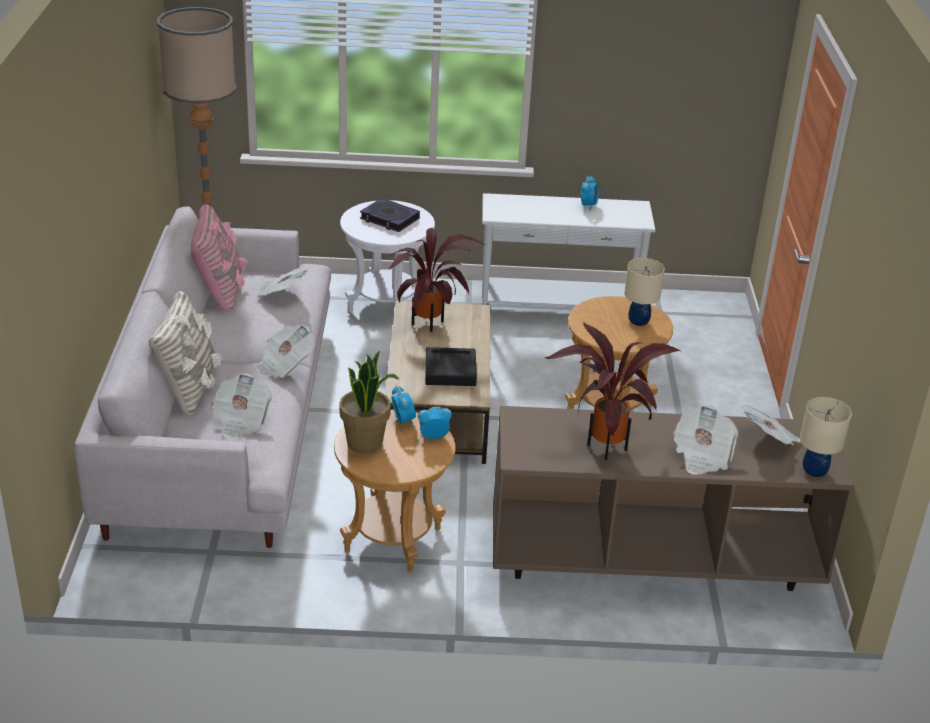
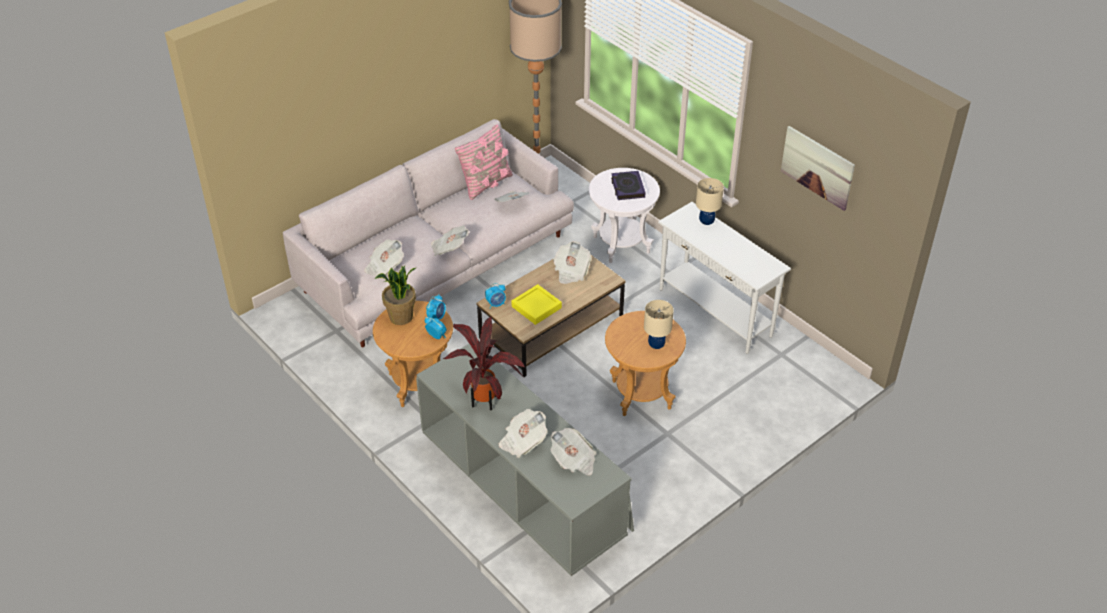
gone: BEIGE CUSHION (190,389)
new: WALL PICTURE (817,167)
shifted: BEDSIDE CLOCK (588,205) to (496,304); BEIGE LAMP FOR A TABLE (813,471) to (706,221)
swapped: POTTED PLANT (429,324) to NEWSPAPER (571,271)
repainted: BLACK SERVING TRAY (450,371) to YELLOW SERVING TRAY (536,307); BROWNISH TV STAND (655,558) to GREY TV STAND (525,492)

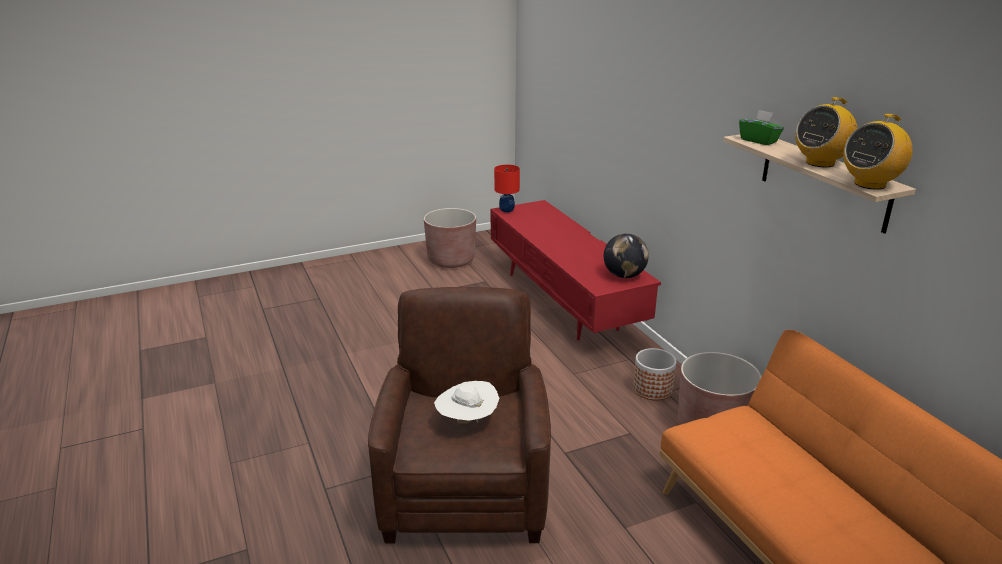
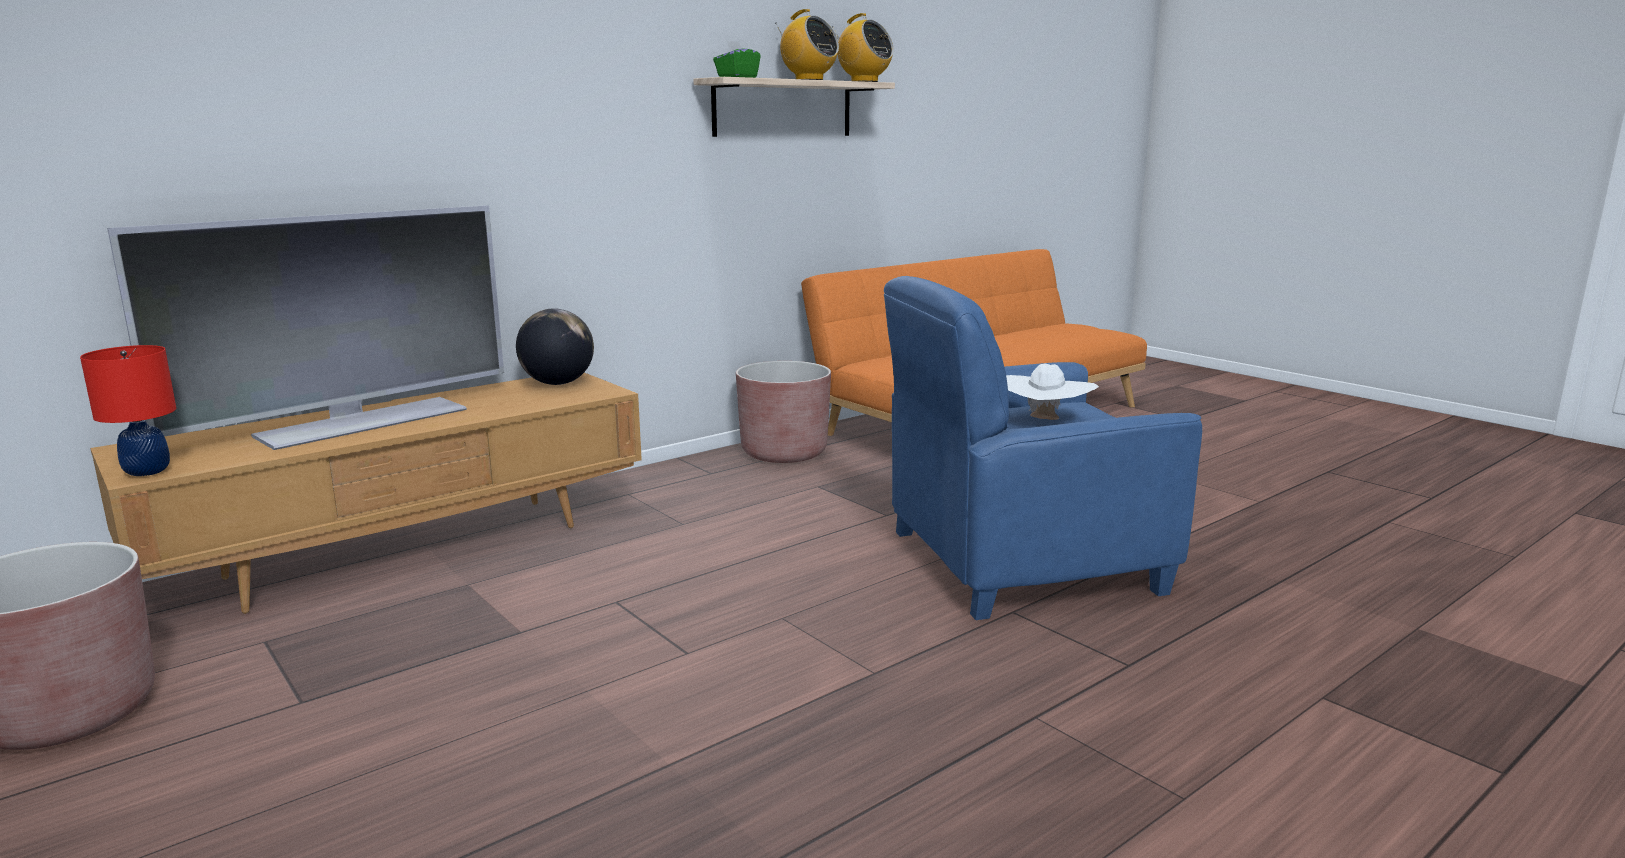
gone: FLOWER POT (652,389)
new: TV (361,422)
repainted: RED-COLOURED TV STAND (565,300) to BEIGE TV STAND (405,549); BROWNISH ARMCHAIR (465,491) to BLUISH ARMCHAIR (1019,561)

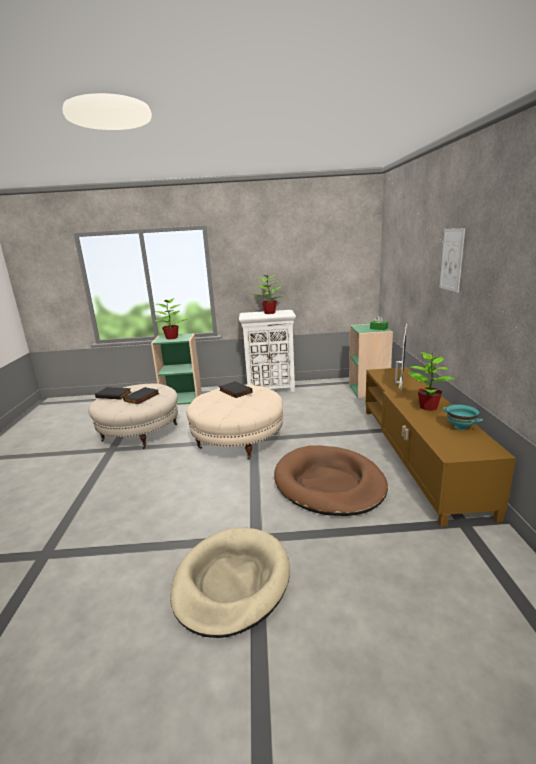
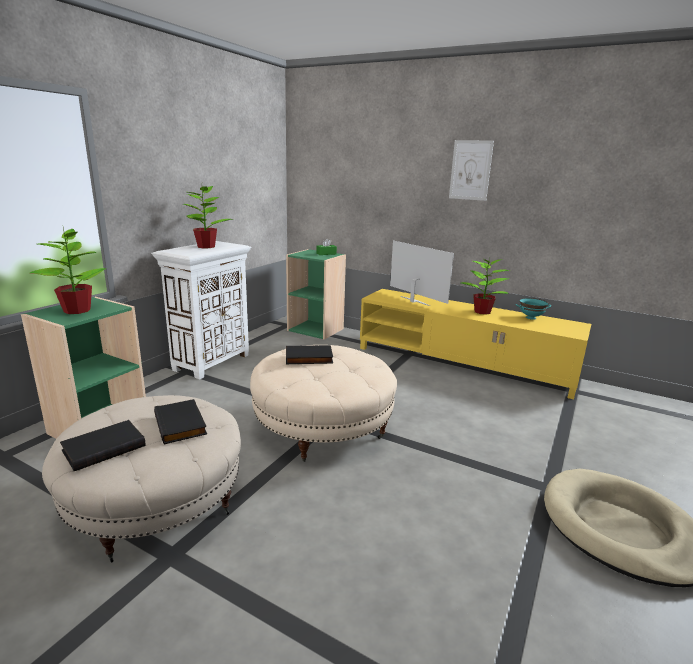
gone: BROWNISH DOG CUSHION (329,484)
repainted: BROWNISH TV STAND (417,454) to YELLOW TV STAND (464,363)

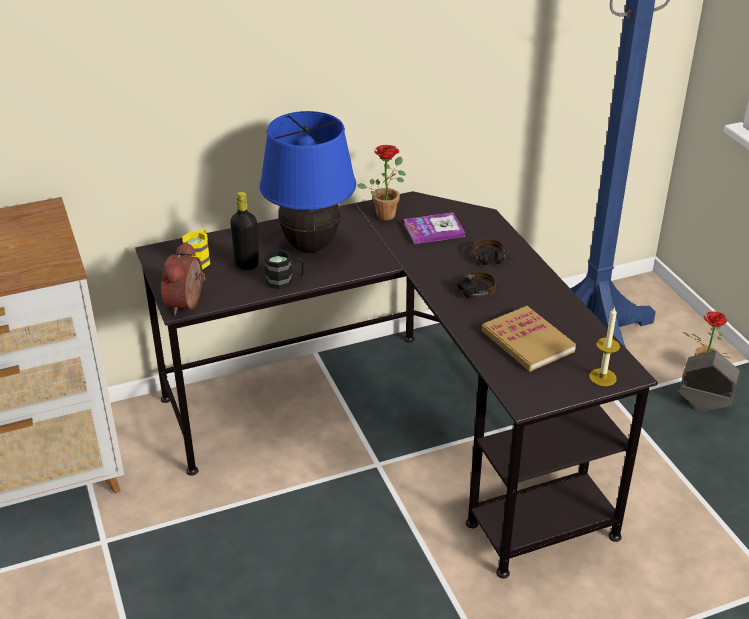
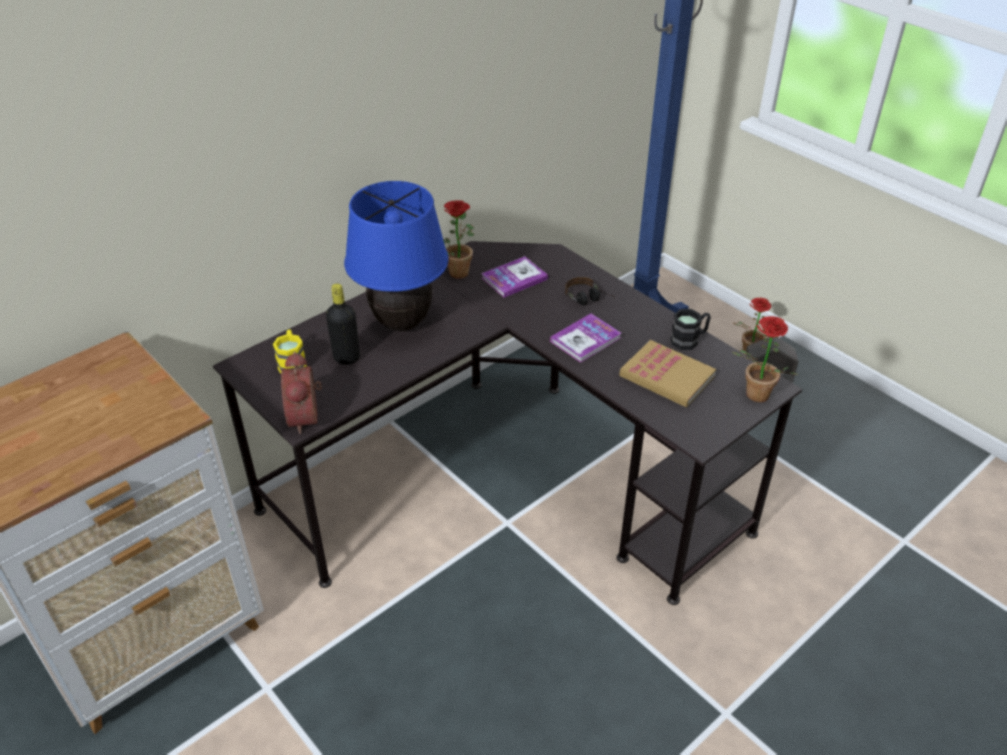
shifted: BLACK TEA MUG (285,281) to (689,340)
swapped: HEADSET (469,294) to BOOK (585,339); WAX CANDLE (602,377) to POTTED PLANT (753,396)

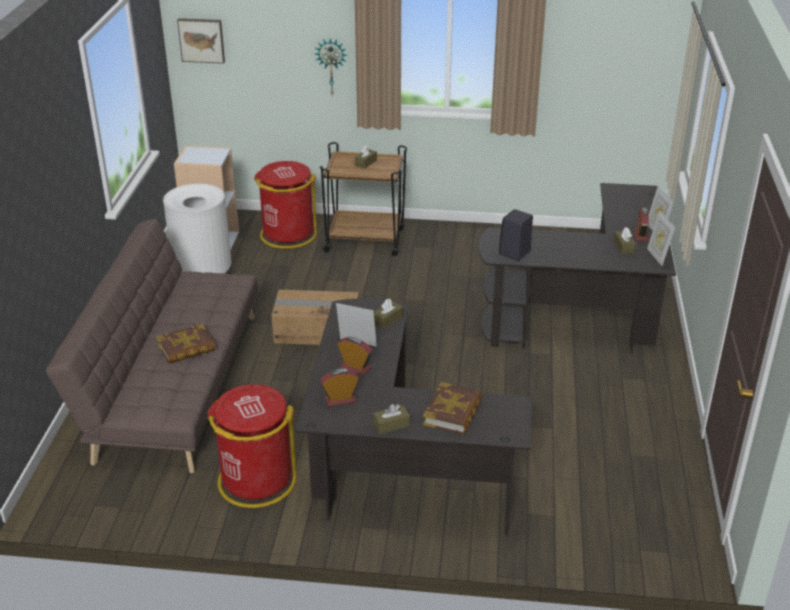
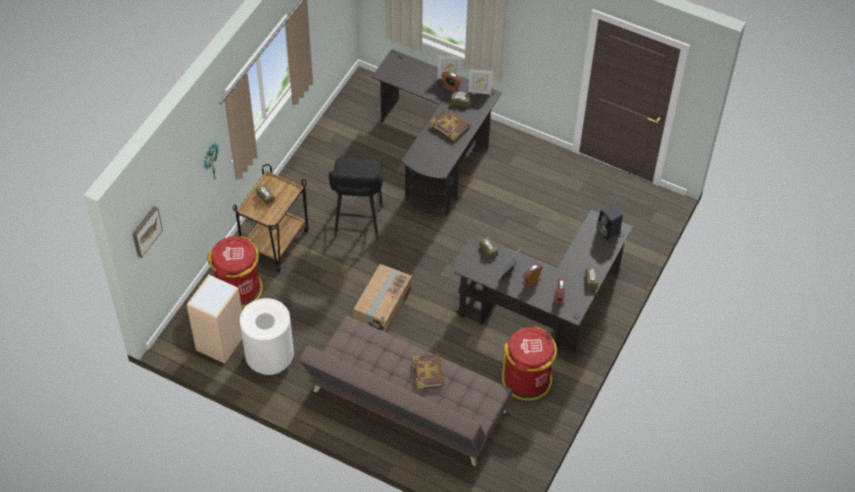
new: BLACK STOOL (358,223)
shifted: BLACK SPEAKER (514,253) to (608,231); BOOK (453,412) to (450,126)

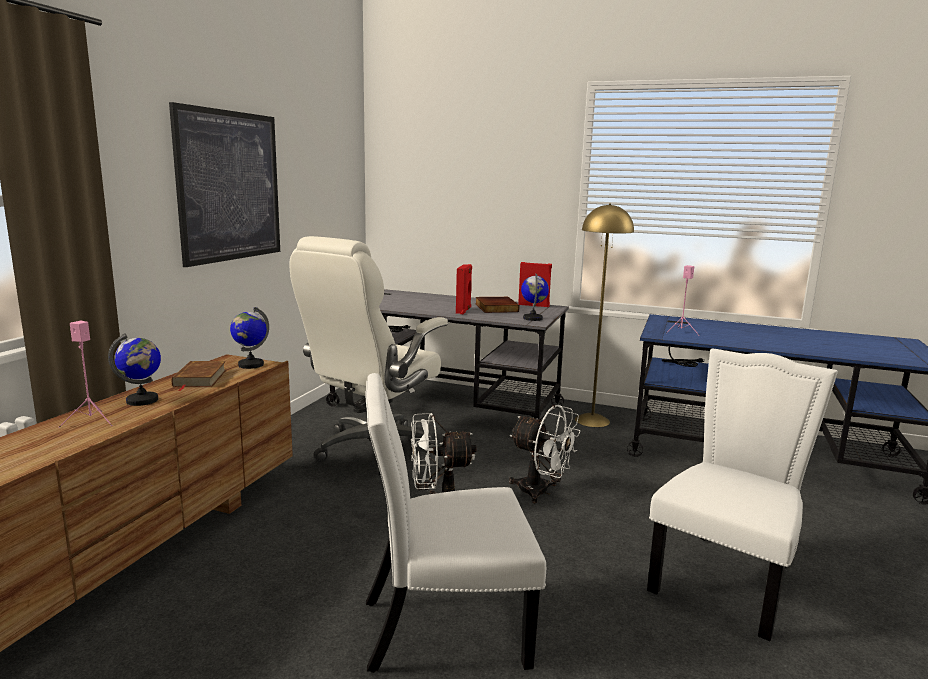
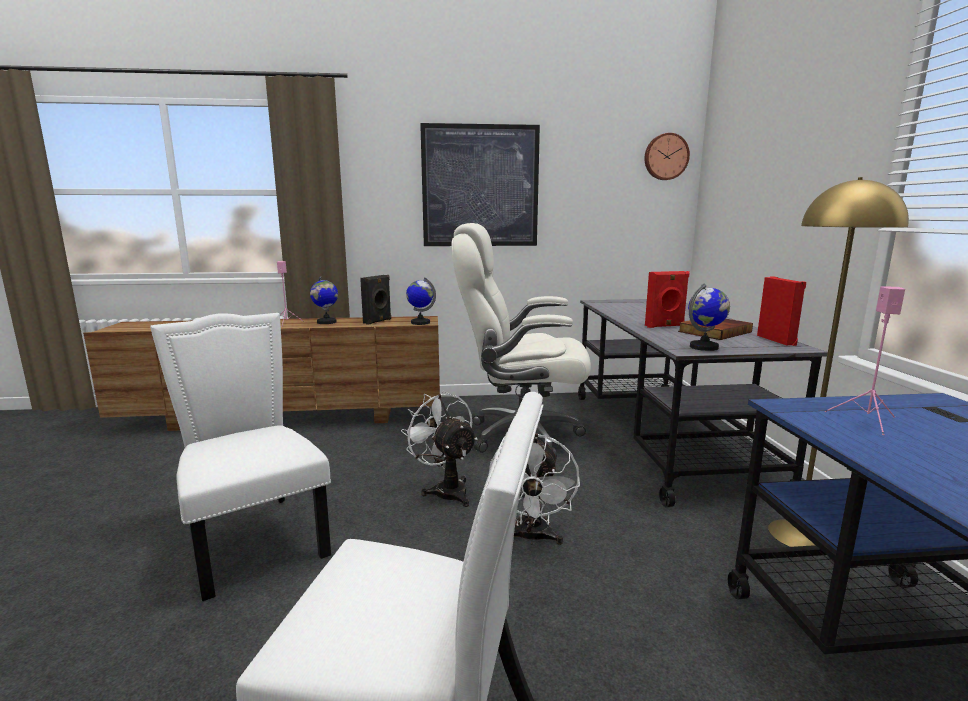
new: HANGING CLOCK (665,157)
swapped: BROWNISH BOOK (199,378) to BLACK SPEAKER (378,321)

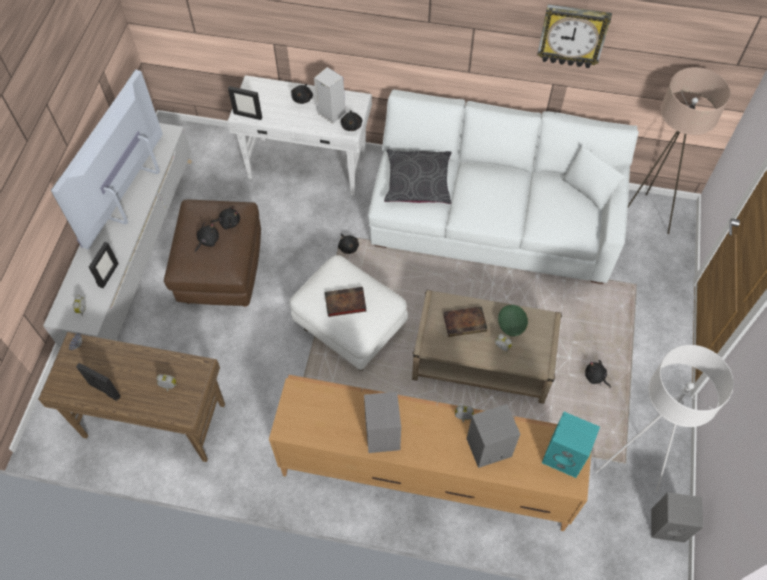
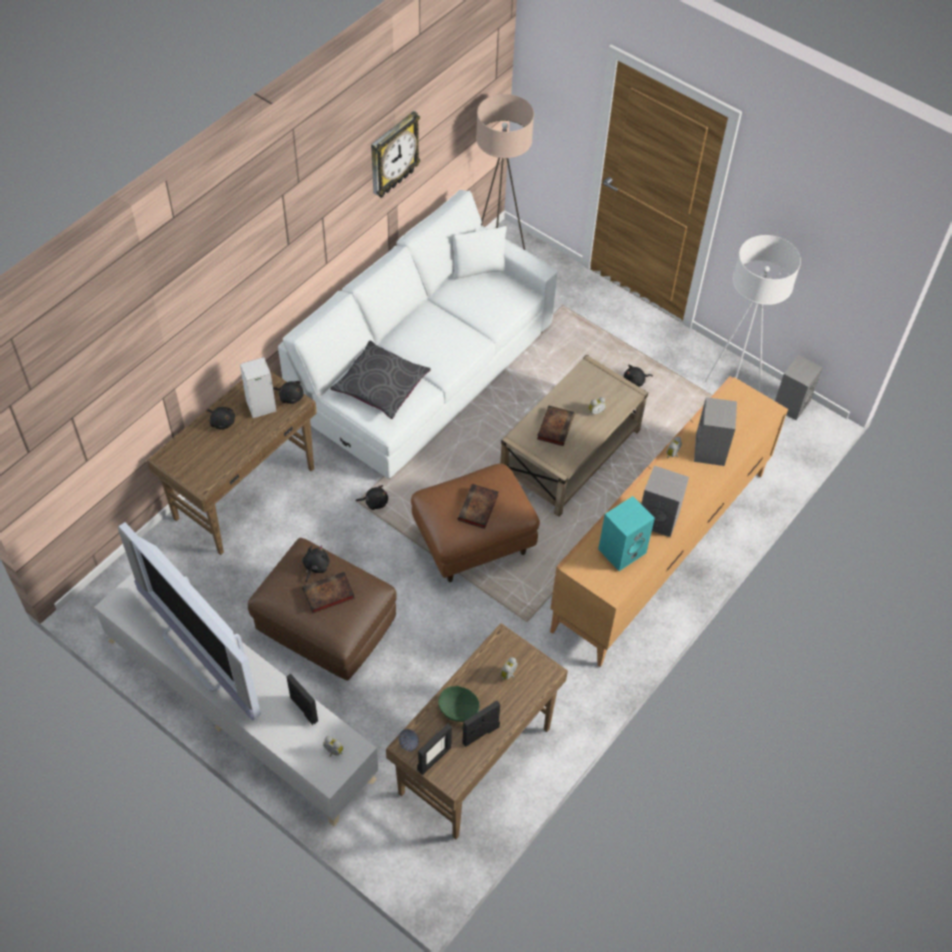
shifted: STANDING FRAME (248,115) to (434,759); GREENISH BOWL (511,325) to (459,709); TURQUOISE SPEAKER (565,456) to (622,550)
swapped: BLACK PLUSH TOY (207,241) to BOOK (327,595)
repainted: WHITE NARROW TABLE (308,166) to BROWNISH NARROW TABLE (245,493); WHITE OTTOMAN (349,329) to BROWNISH OTTOMAN (472,543)

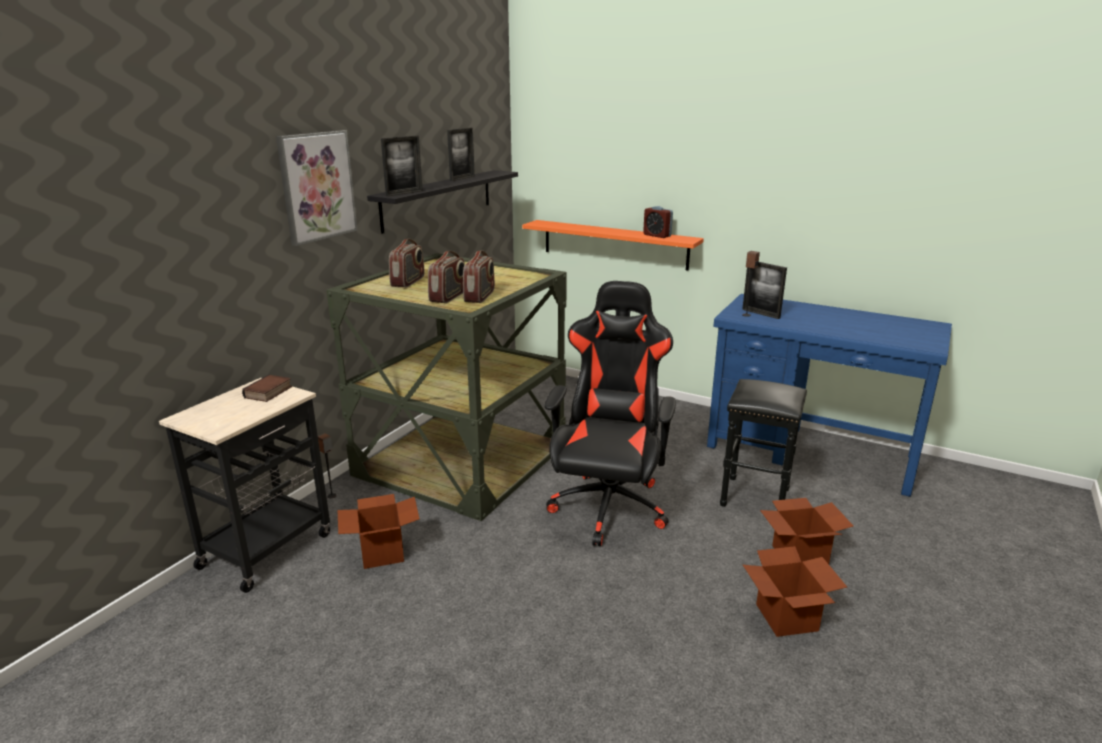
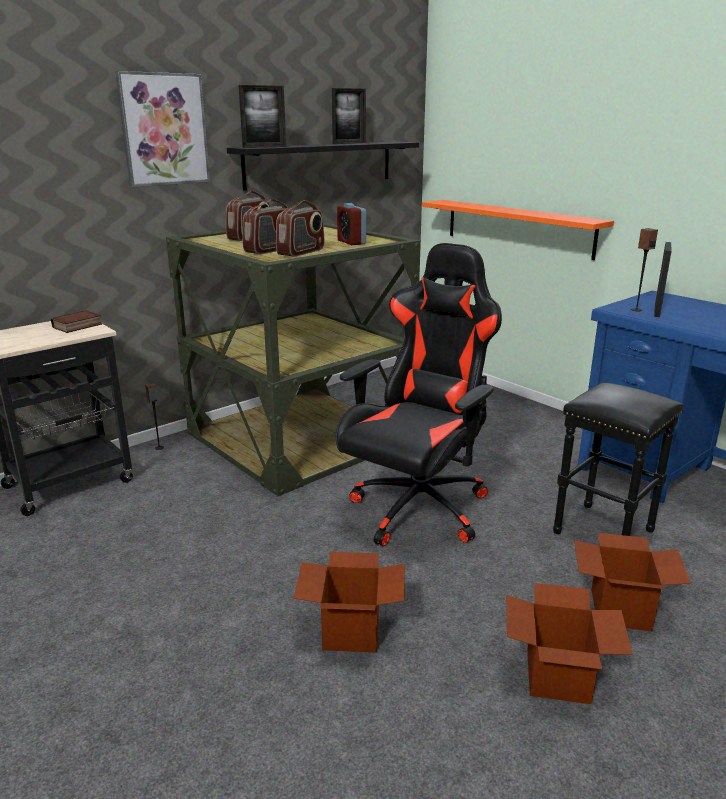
shifted: BEDSIDE CLOCK (657,235) to (351,242); CARDBOARD BOX (382,553) to (351,631)
rotated: STANDING FRAME (761,313) = (657,310) 135 degrees counterclockwise

